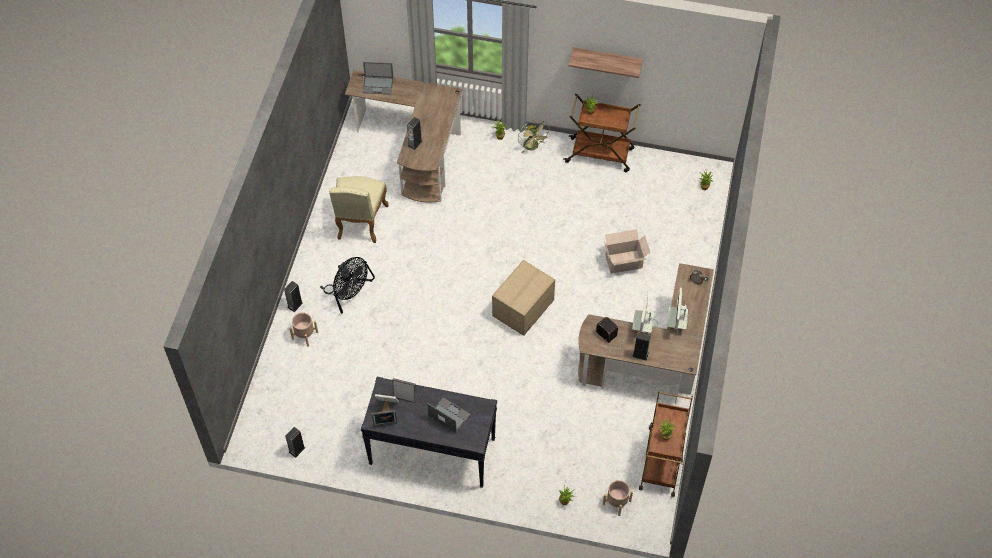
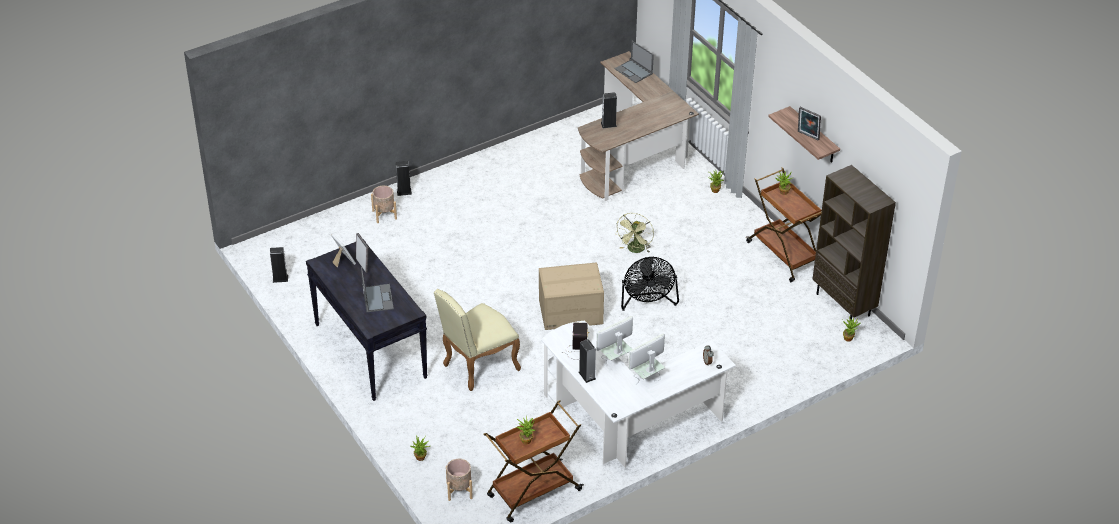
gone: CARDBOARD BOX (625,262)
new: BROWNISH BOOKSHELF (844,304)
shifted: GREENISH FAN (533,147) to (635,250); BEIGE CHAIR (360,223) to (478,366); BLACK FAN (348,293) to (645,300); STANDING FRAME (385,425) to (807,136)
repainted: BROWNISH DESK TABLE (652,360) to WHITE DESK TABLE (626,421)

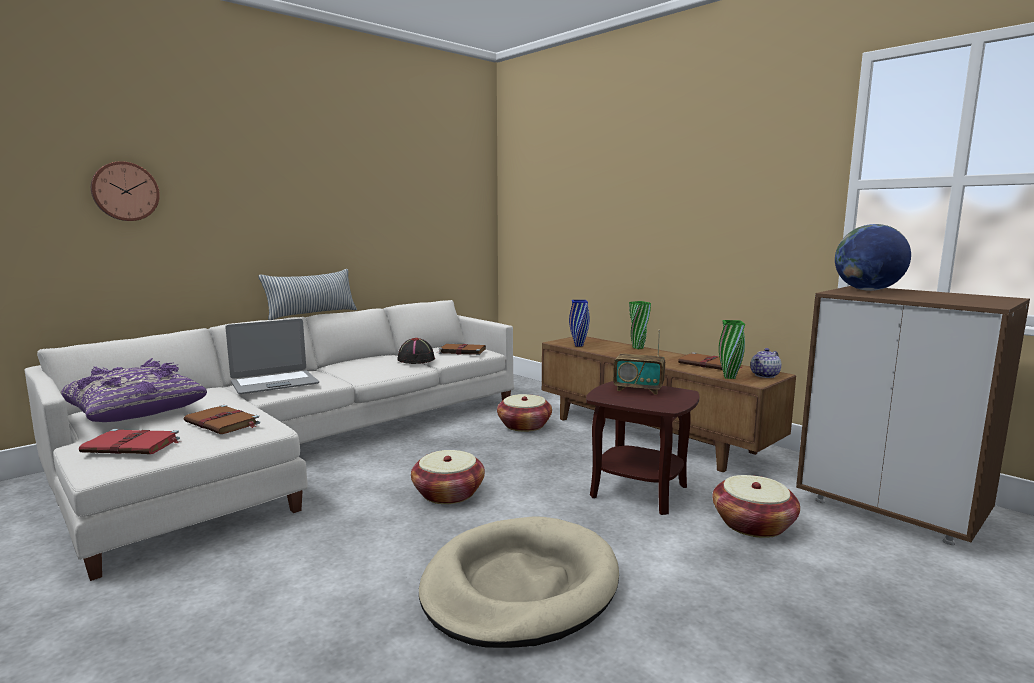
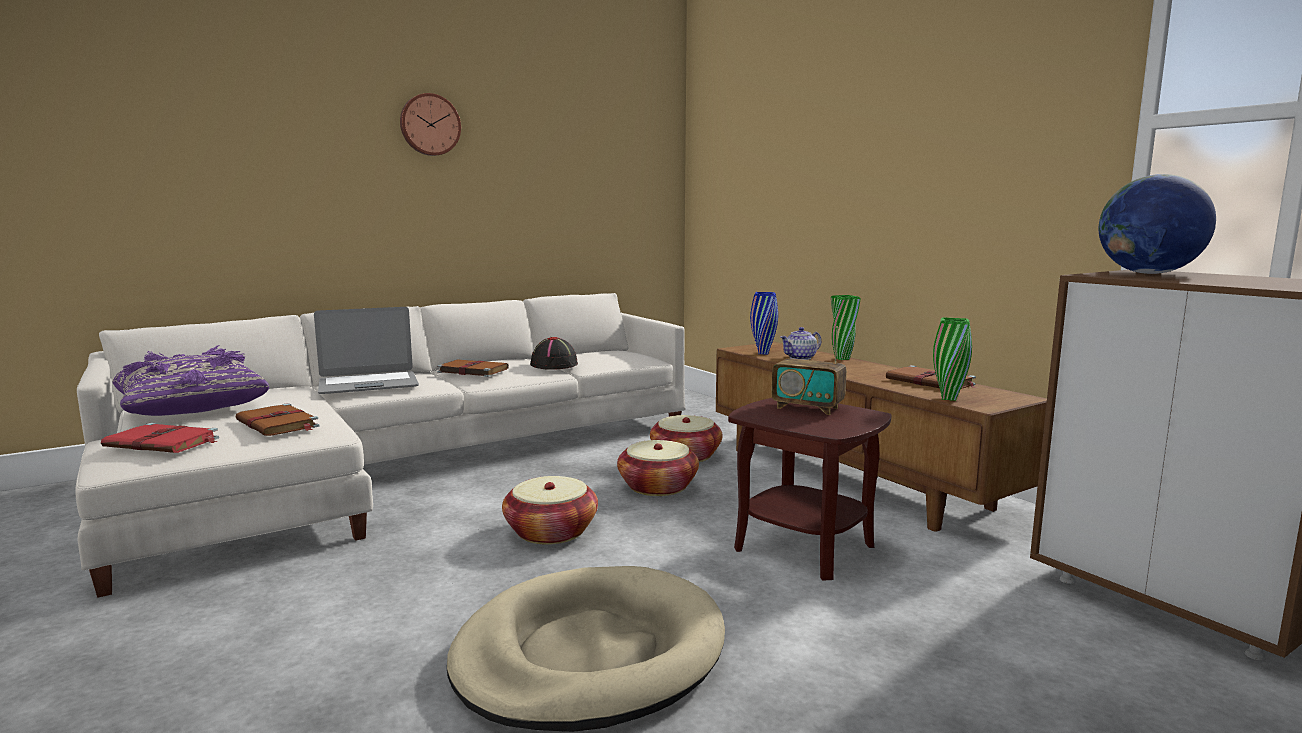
gone: CUSHION (312,314)
shifted: HANGING CLOCK (125,191) to (429,125); BROWNISH BOOK (461,351) to (472,370); TEAPOT (765,375) to (800,358); HOUSEHOLD BASKET (753,524) to (657,487)

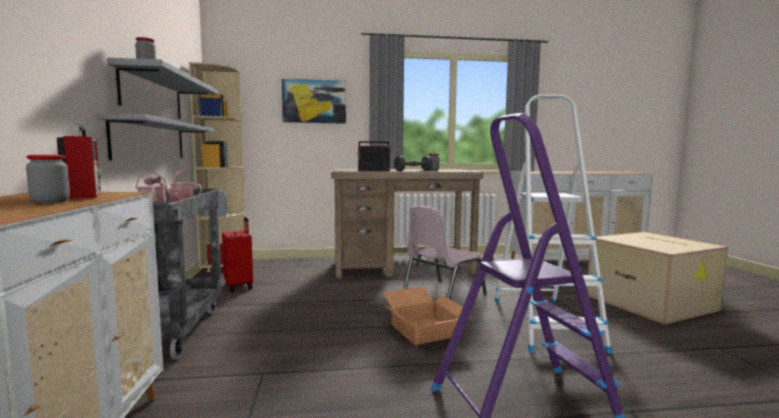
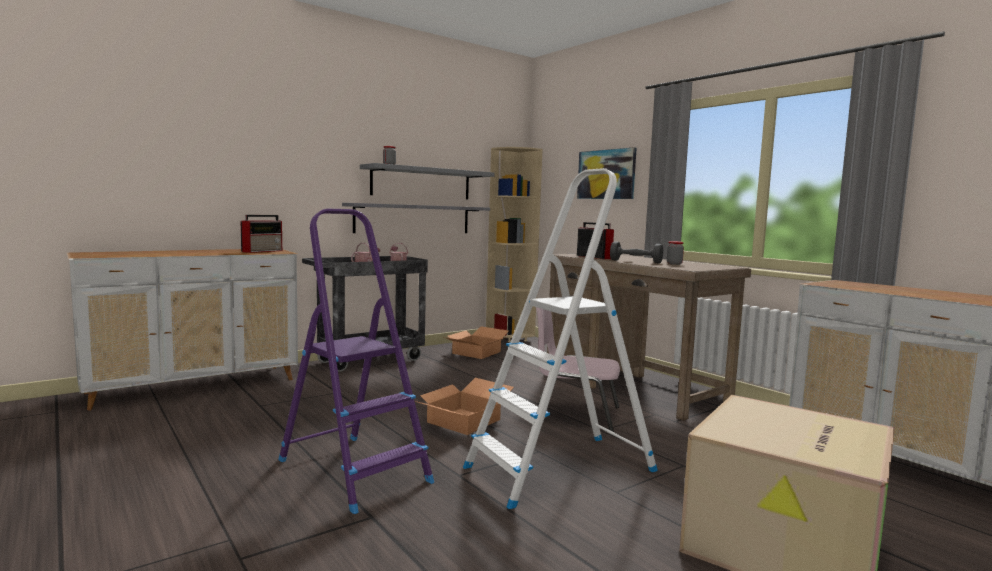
gone: PRESERVE JAR (50,202)
swapped: RED-COLOURED TRAVEL CASE (239,286) to CARDBOARD BOX (476,353)

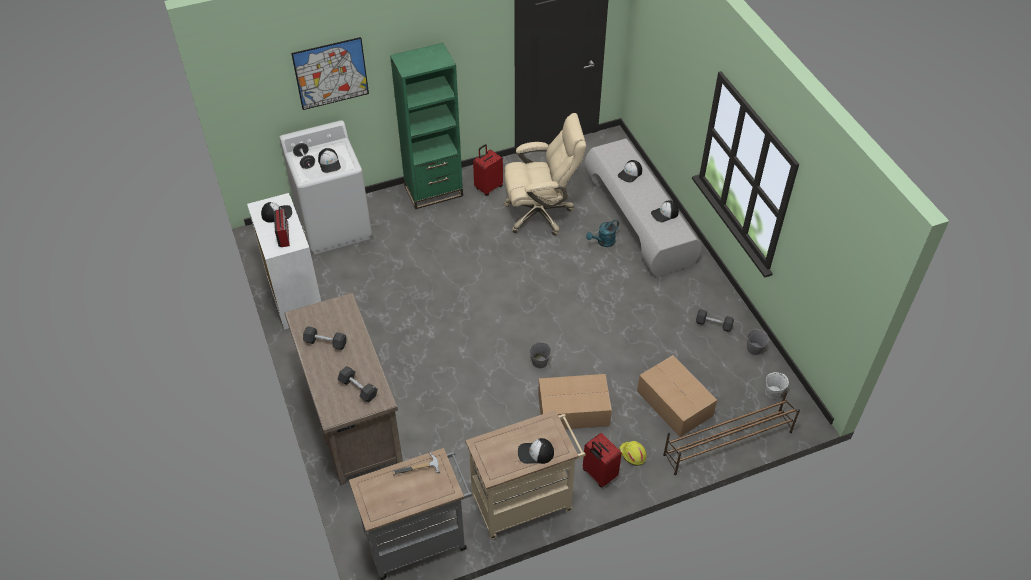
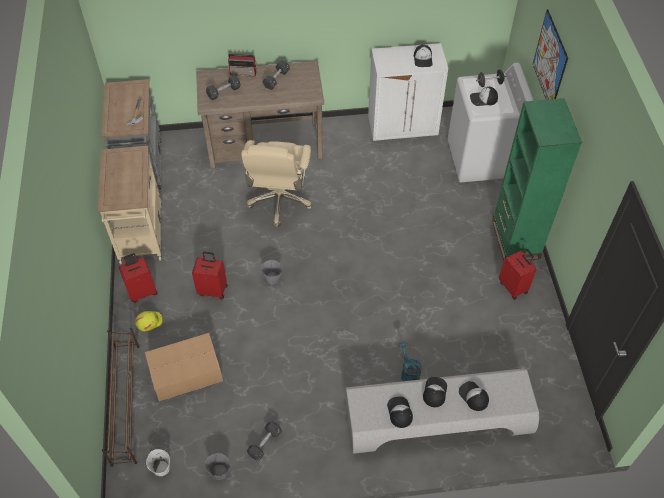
shifted: BEIGE OFFICE CHAIR (541,215) to (279,202); RADIO SET (284,235) to (244,73); PEAKED CAP (535,453) to (434,392)
swapped: CARDBOARD BOX (572,409) to RED-COLOURED TRAVEL CASE (213,290)

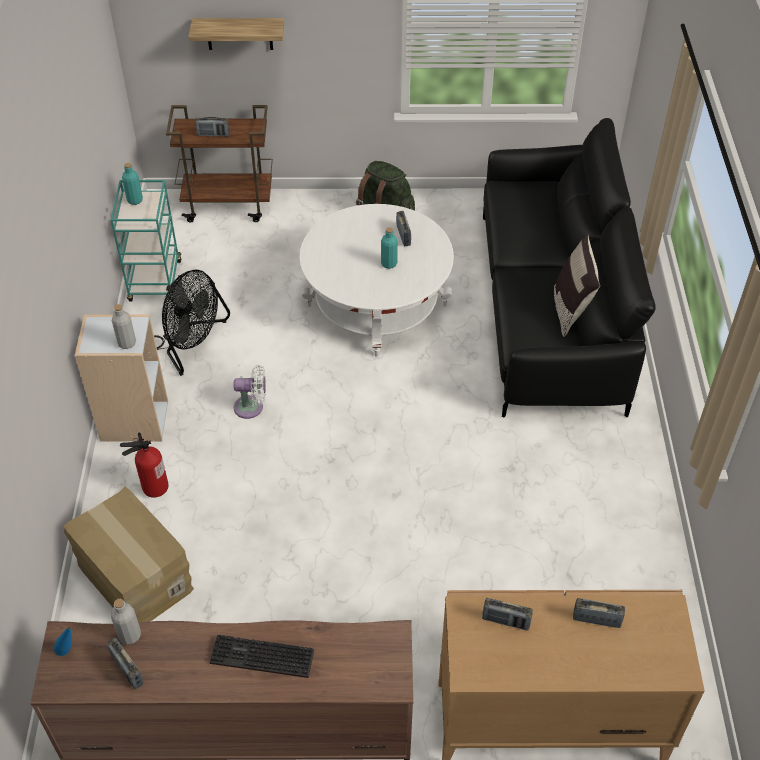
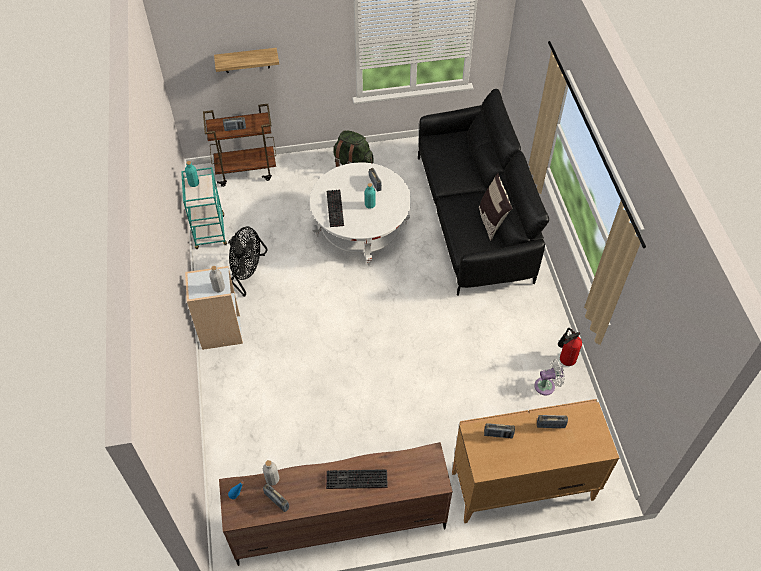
gone: CARDBOARD BOX (134,577)
new: PC KEYBOARD (336,209)
shifted: WHITE FAN (252,407) to (547,386); FIRE EXTINGUISHER (153,487) to (564,359)

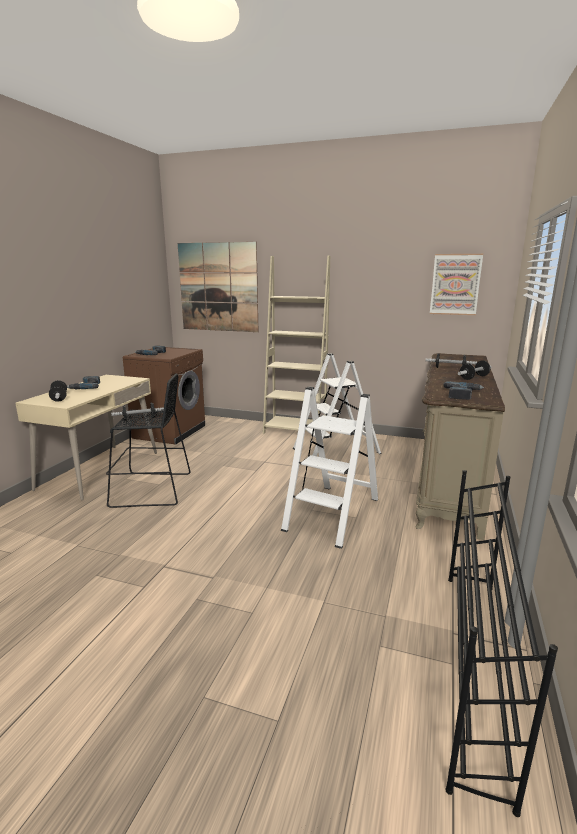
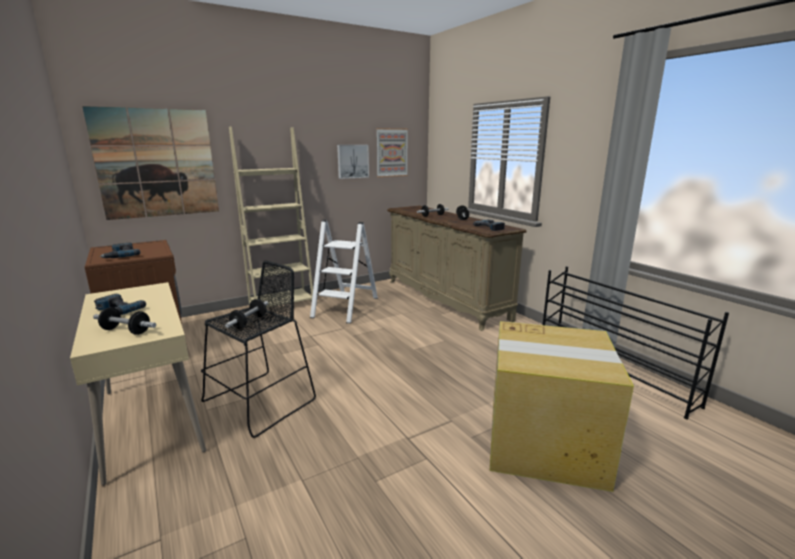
gone: WHITE STEP STOOL (333,513)
new: WALL PICTURE (352,161); CARDBOARD BOX (546,442)

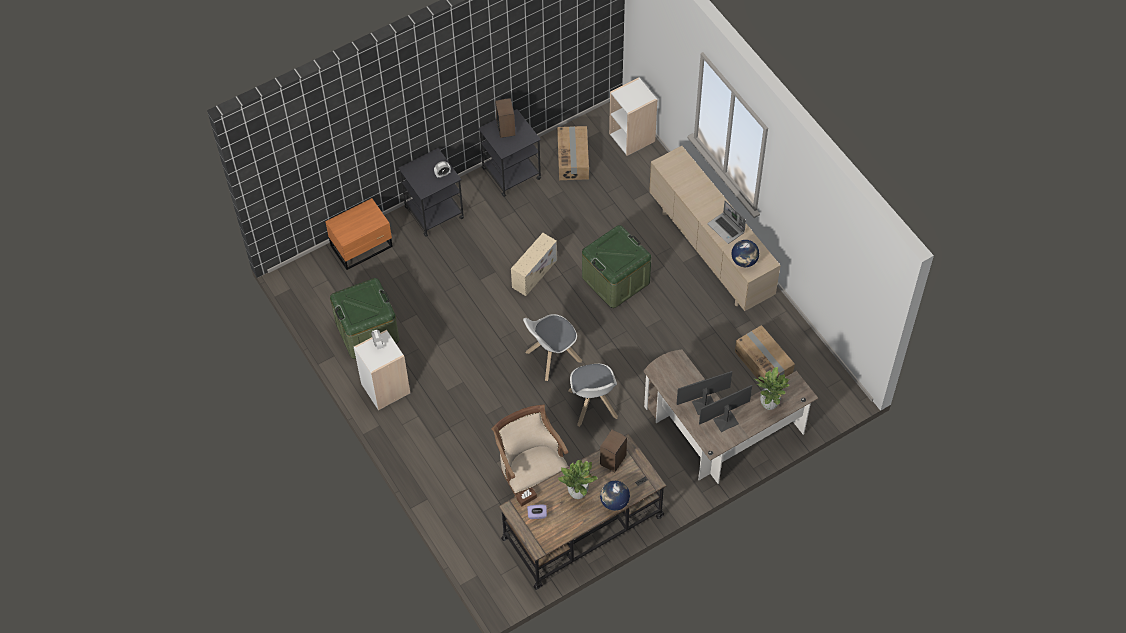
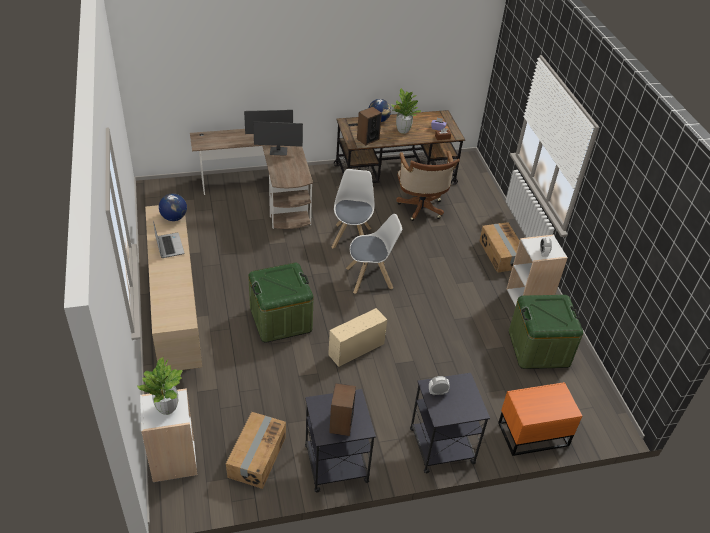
shifted: CARDBOARD BOX (763,363) to (500,254); POTTED PLANT (769,404) to (167,408)

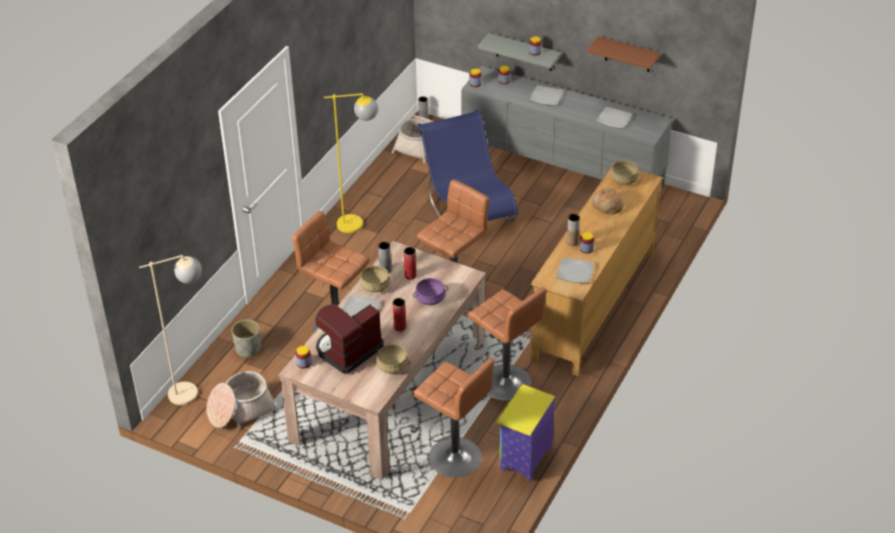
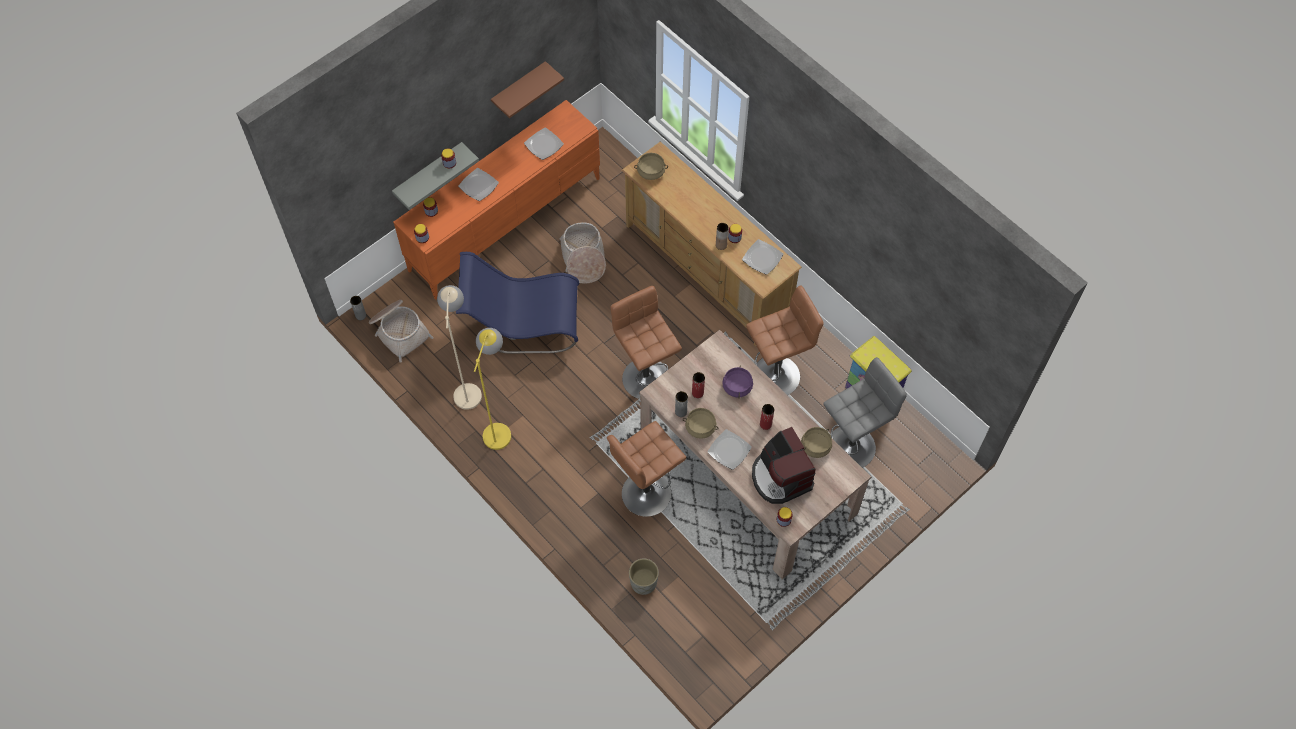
gone: BAKERY BREAD (607,206)
shifted: BEIGE STANDARD LAMP (193,391) to (467,387); HOUSEHOLD BASKET (241,410) to (583,258)
repainted: GREY CABINET (563,169) to ORANGE-COLOURED CABINET (505,223); BROWNISH STOOL (455,458) to GREY STOOL (851,447)

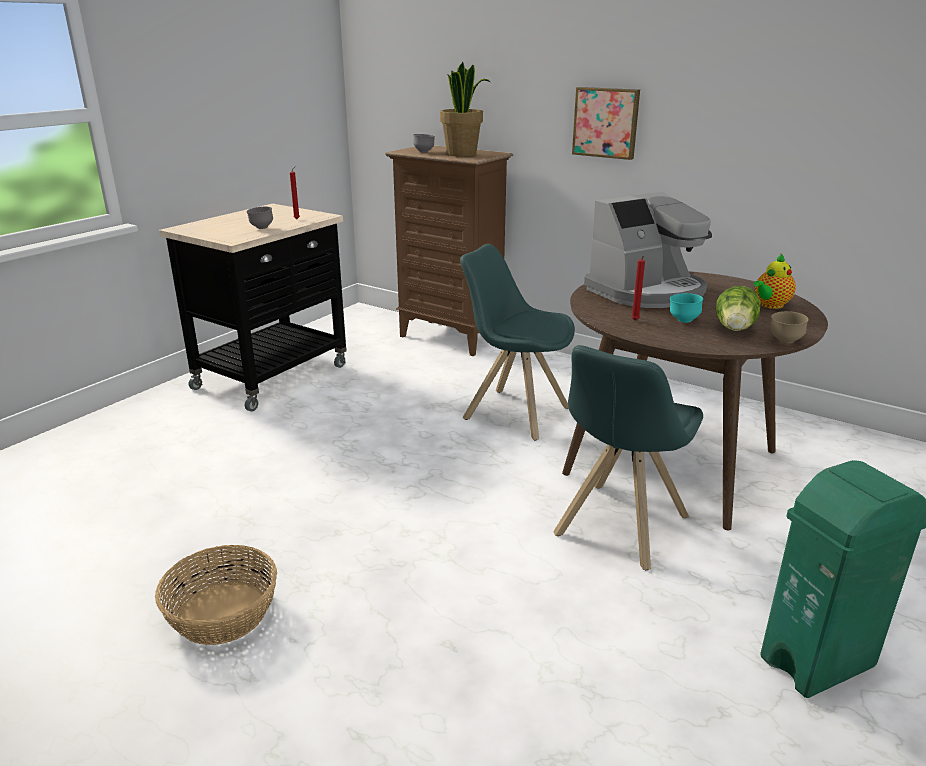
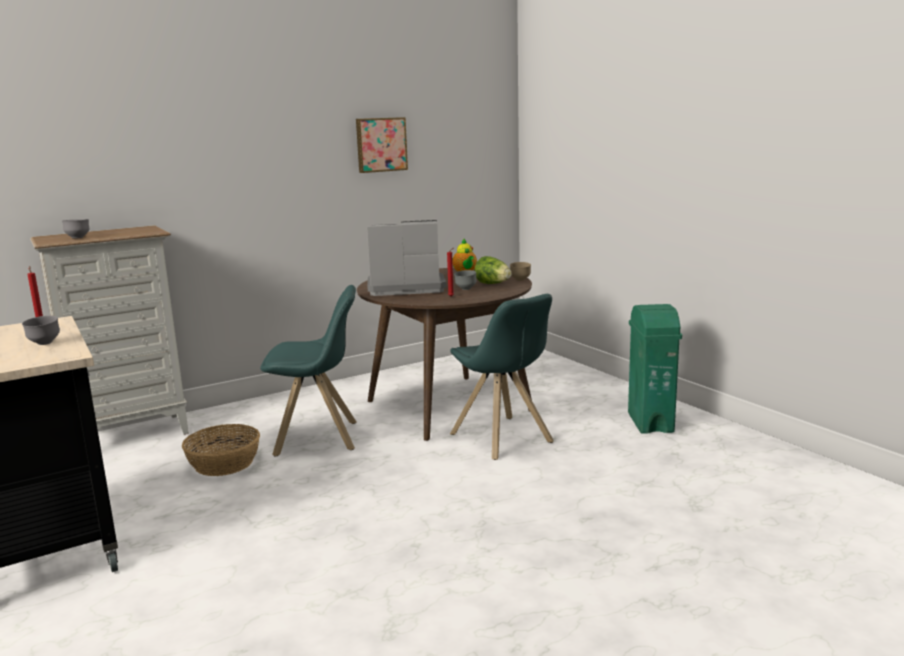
gone: POTTED PLANT (462,154)
shifted: WALL PICTURE (606,122) to (381,144); HOUSEHOLD BASKET (222,613) to (223,464)
repainted: BROWNISH DRAWER CHEST (451,338) to WHITE DRAWER CHEST (133,436); TURQUOISE BOWL (683,321) to GREY BOWL (465,289)
rotated: COFFEE MAKER (647,292) = (405,287) 90 degrees counterclockwise; TURQUOISE CHAIR (515,413) = (317,438) 150 degrees counterclockwise

